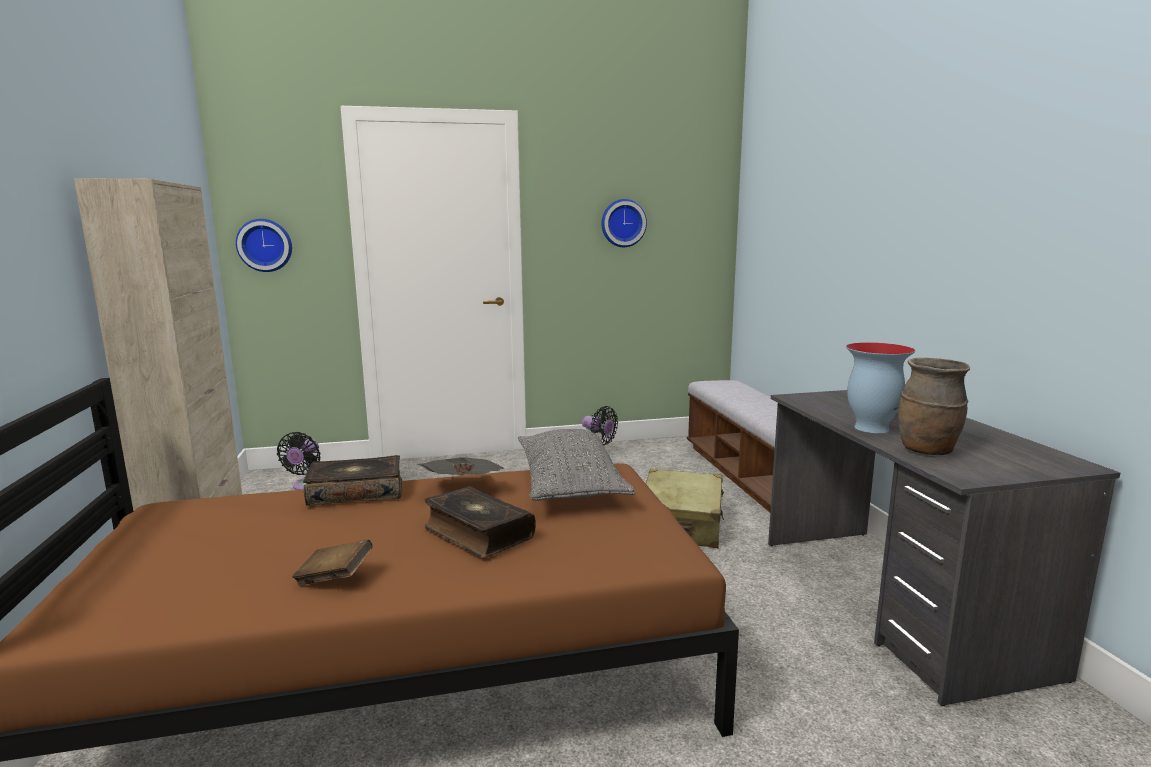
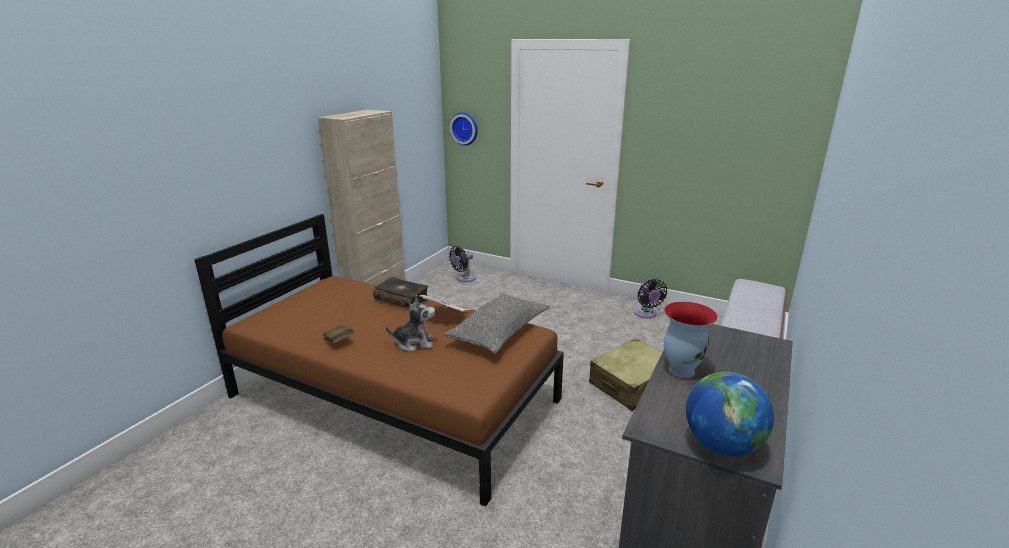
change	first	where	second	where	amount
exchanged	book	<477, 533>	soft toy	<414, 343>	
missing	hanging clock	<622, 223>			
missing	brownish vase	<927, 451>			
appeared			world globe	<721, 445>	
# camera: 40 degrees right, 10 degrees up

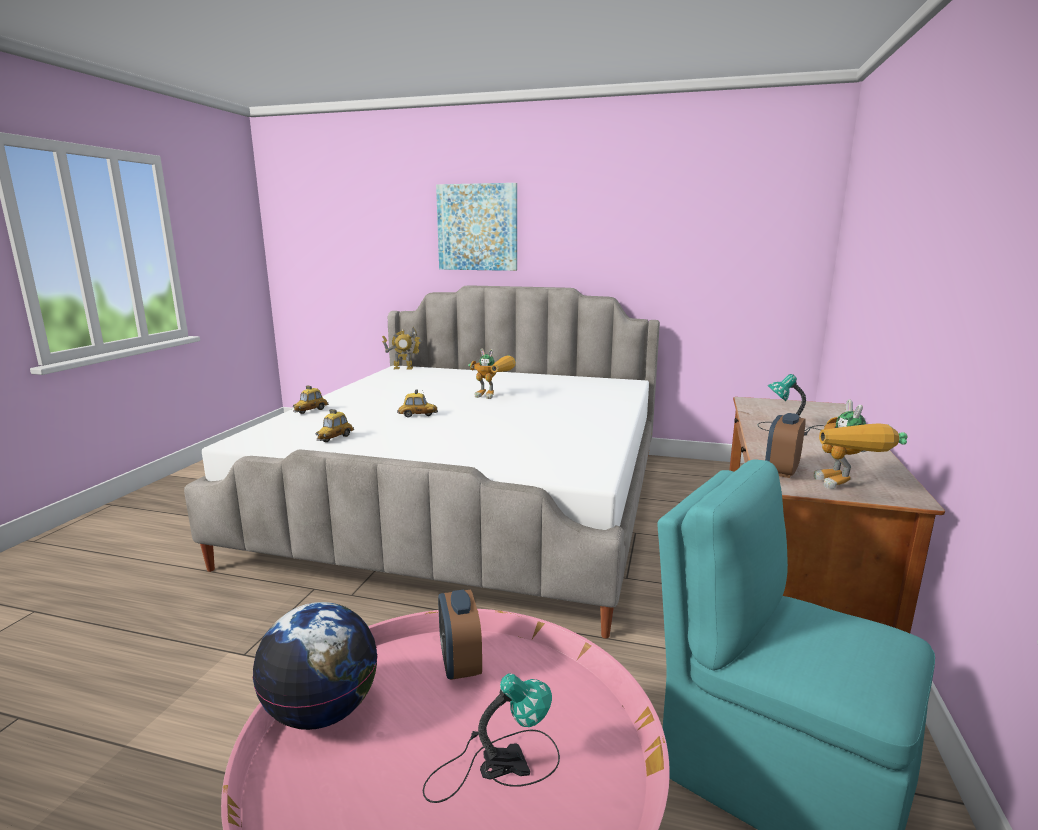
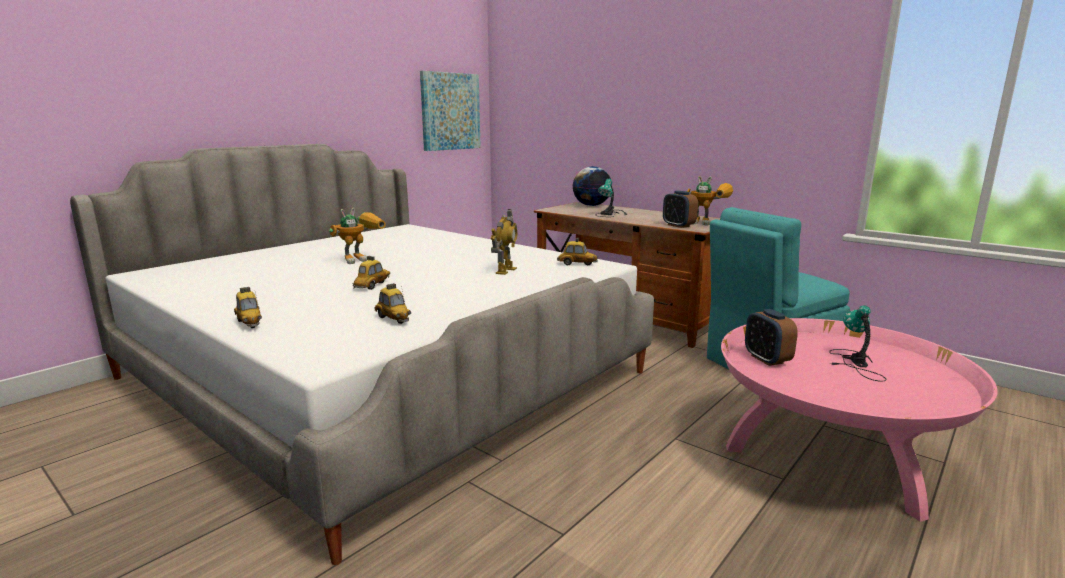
change	first	where	second	where	amount
relocated	world globe	<323, 711>		<591, 205>	
relocated	robot figure	<403, 368>		<505, 271>	
relocated	wall picture	<477, 227>		<450, 111>	
spun	alarm clock	<460, 664>		<767, 359>	60 degrees clockwise
appeared			toy car	<577, 264>	
# camera: 65 degrees left, 0 degrees up

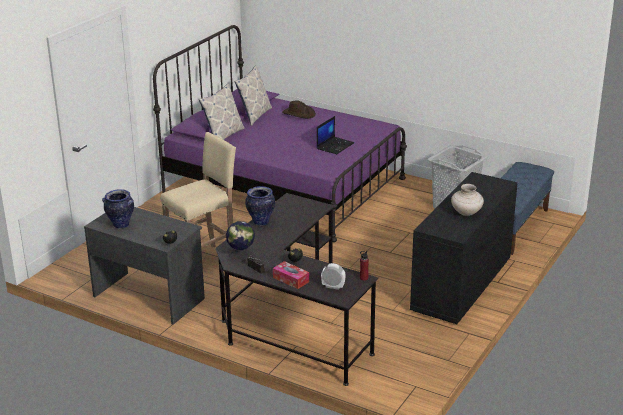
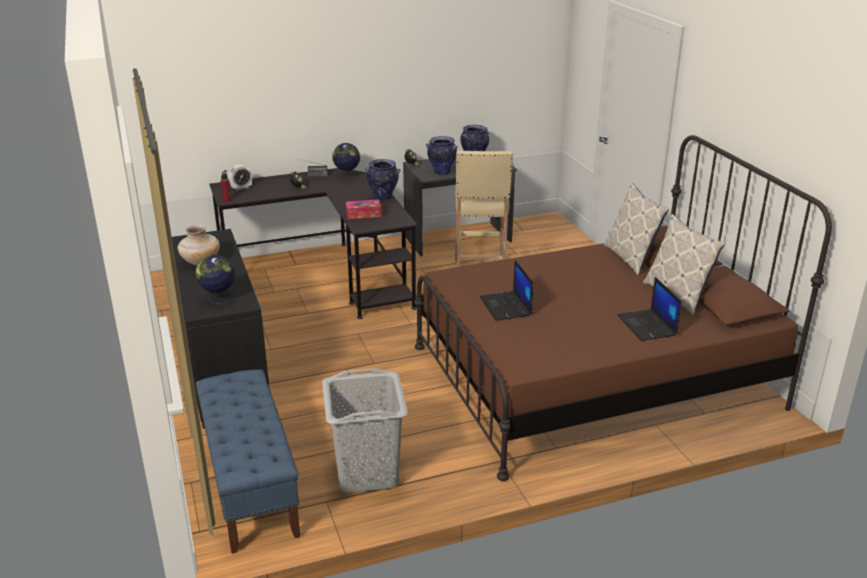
change	first	where	second	where	amount
colour	purplish sleeping bed	<284, 186>	brownish sleeping bed	<594, 377>	
relocated	tissue holder	<291, 279>		<363, 214>	
exchanged	brownish clothing hat	<299, 114>	notebook computer	<647, 326>	
appeared			world globe	<218, 300>	
appeared			vase	<441, 172>	
# camera: 130 degrees right, 0 degrees up

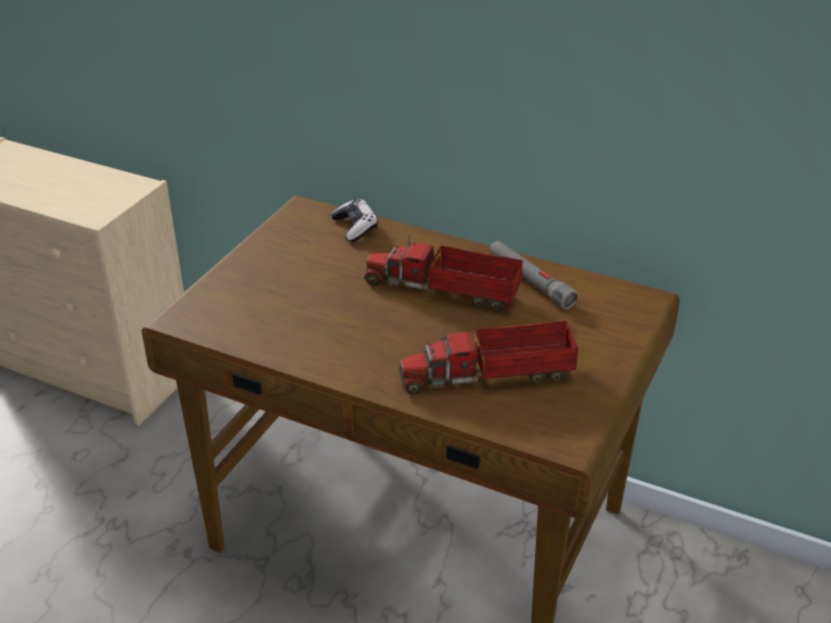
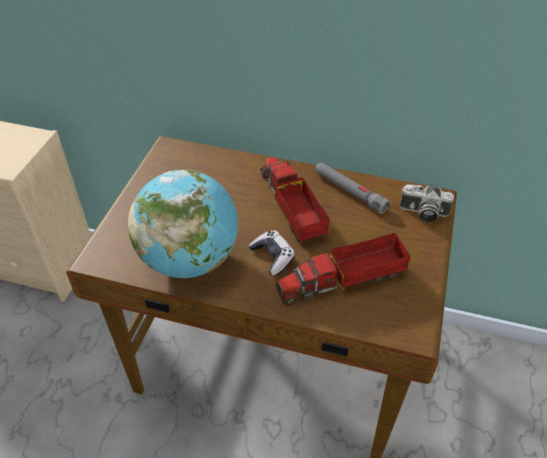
change	first	where	second	where	amount
relocated	game controller	<355, 227>		<273, 257>	
spun	toy truck	<446, 291>		<291, 208>	60 degrees clockwise
appeared			world globe	<190, 259>	
appeared			photo camera	<423, 213>	
# camera: 10 degrees left, 10 degrees up

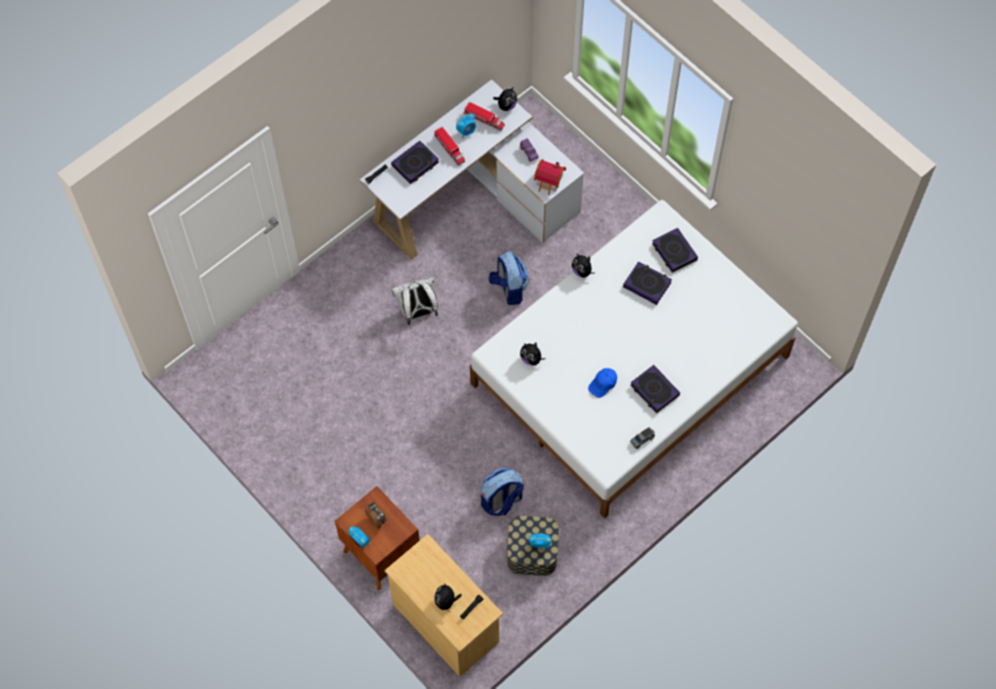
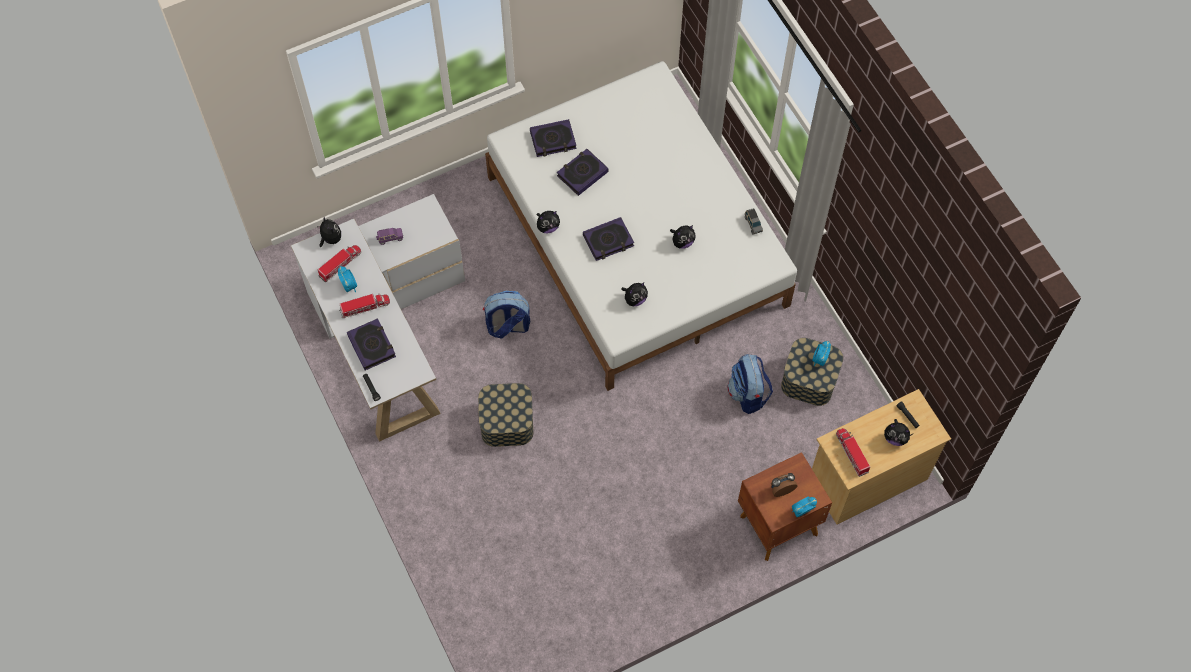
change	first	where	second	where	amount
exchanged	whitish rucksack	<417, 312>	storage bin	<507, 422>	
missing	toy house	<549, 182>			
exchanged	blue baseball cap	<603, 384>	soft toy	<682, 242>	
relocated	book	<654, 390>		<608, 241>	
appeared			toy truck	<851, 453>	
# camera: 75 degrees left, 0 degrees up

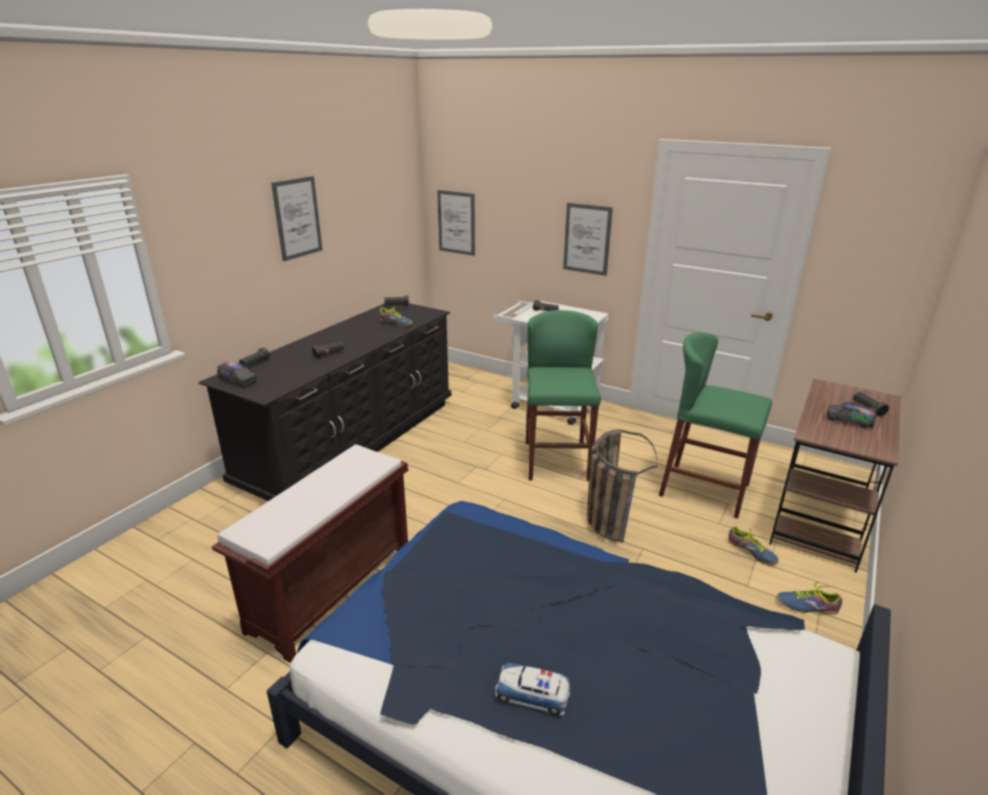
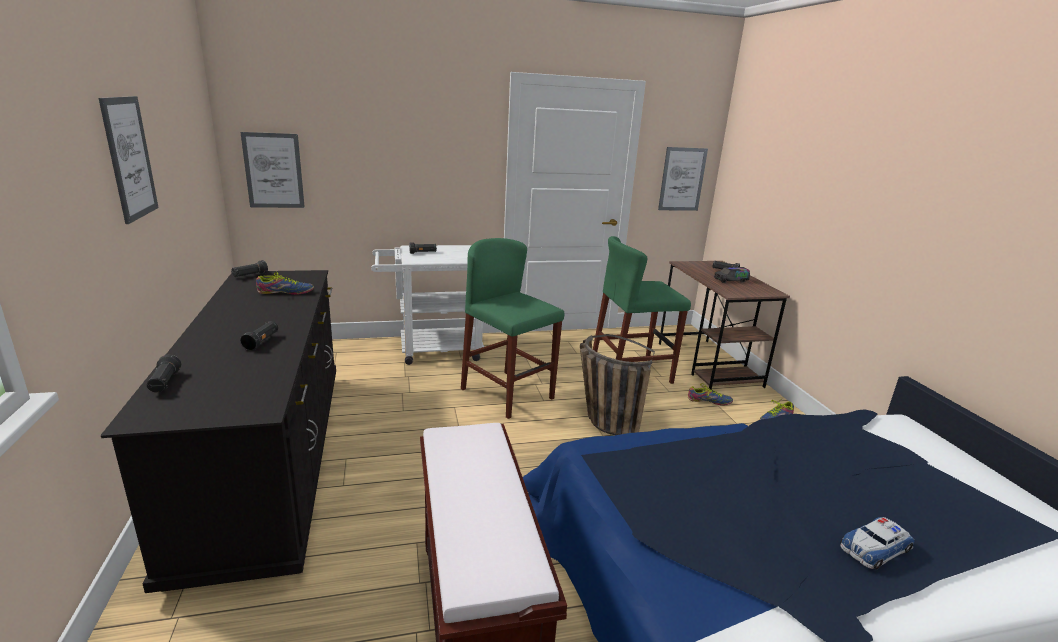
change	first	where	second	where	amount
missing	toy truck	<238, 381>			
relocated	wall picture	<587, 239>		<682, 179>	
# camera: 45 degrees left, 5 degrees down

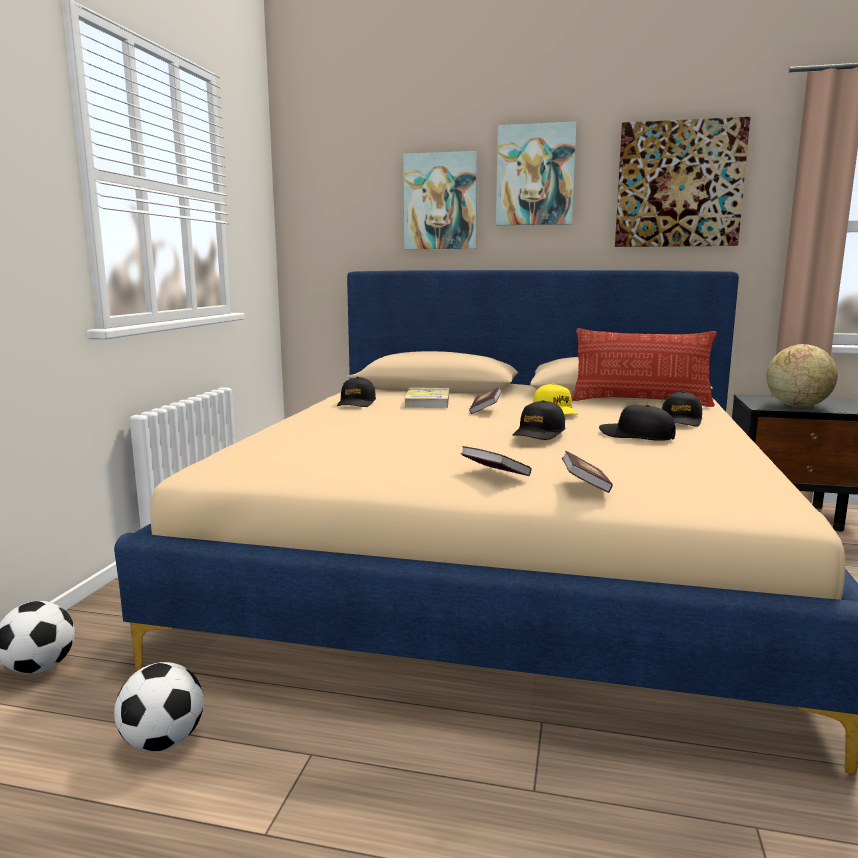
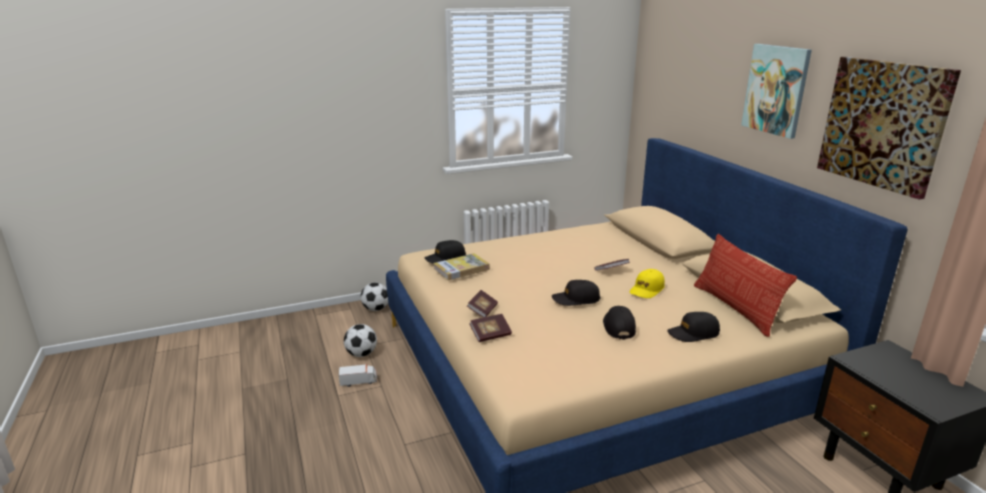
change	first	where	second	where	amount
relocated	black-coloured baseball cap	<356, 403>		<445, 258>	
missing	wall picture	<440, 201>			
relocated	book	<427, 401>		<461, 269>	
missing	world globe	<797, 406>			
appeared			toy truck	<359, 382>	
# camera: 55 degrees right, 10 degrees up

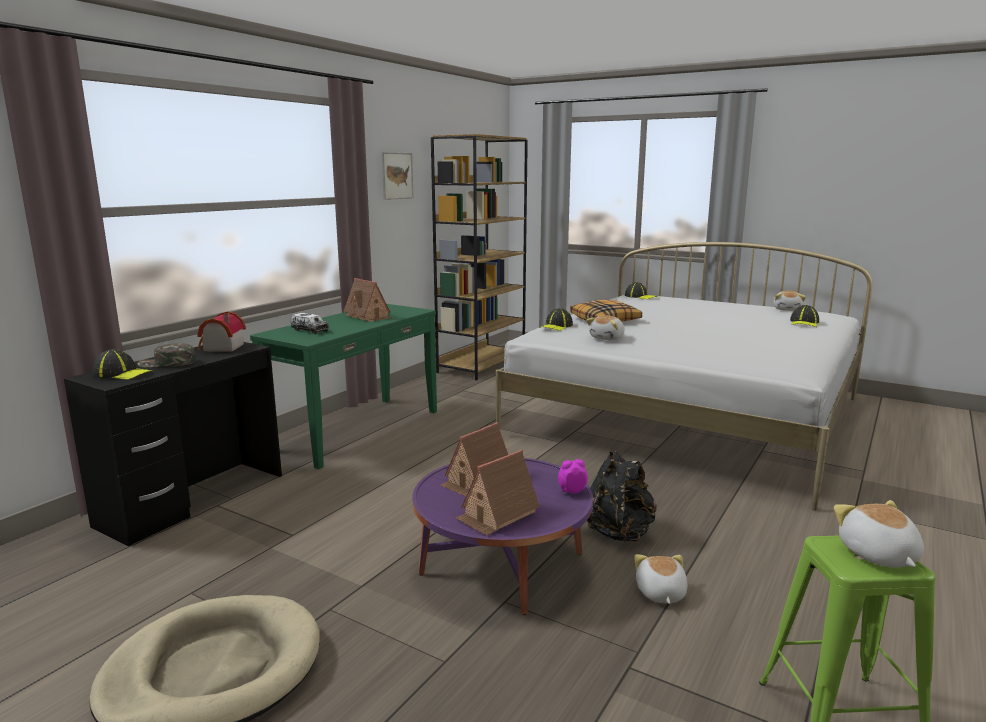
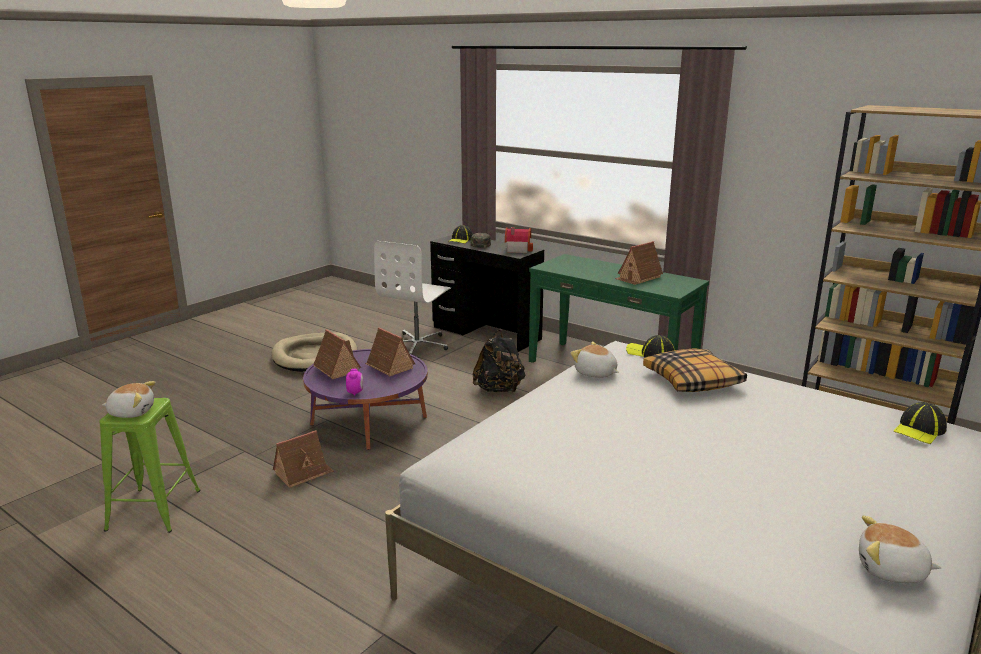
change	first	where	second	where	amount
missing	toy truck	<310, 330>			
missing	wall picture	<397, 176>			
relocated	black-coloured rucksack	<620, 532>		<499, 390>	
exchanged	soft toy	<660, 593>	toy house	<303, 473>	
missing	baseball cap	<804, 323>			
appeared			whitish computer chair	<417, 344>	
# camera: 95 degrees right, 5 degrees up

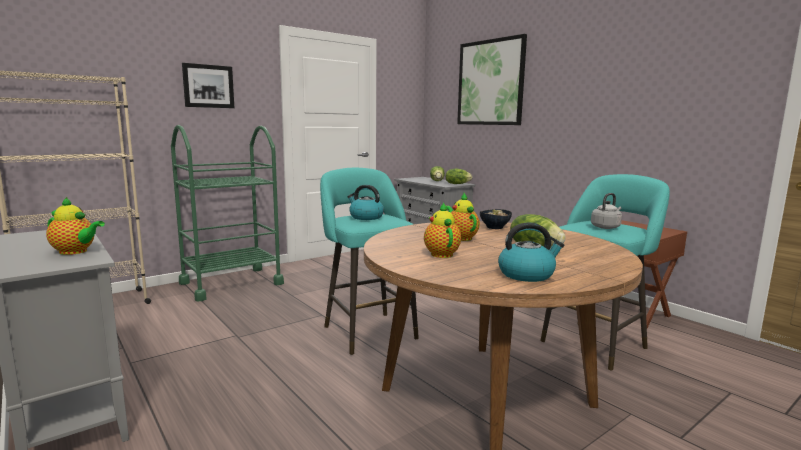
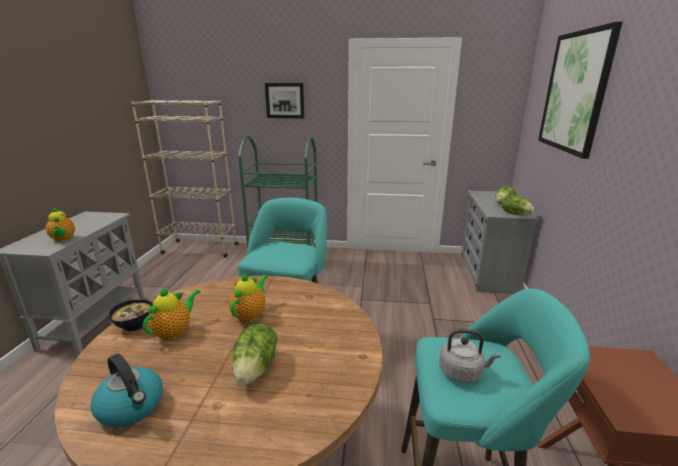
change	first	where	second	where	amount
missing	tea kettle	<365, 217>			
relocated	deep dish	<495, 227>		<135, 326>	
# camera: 45 degrees right, 10 degrees up

